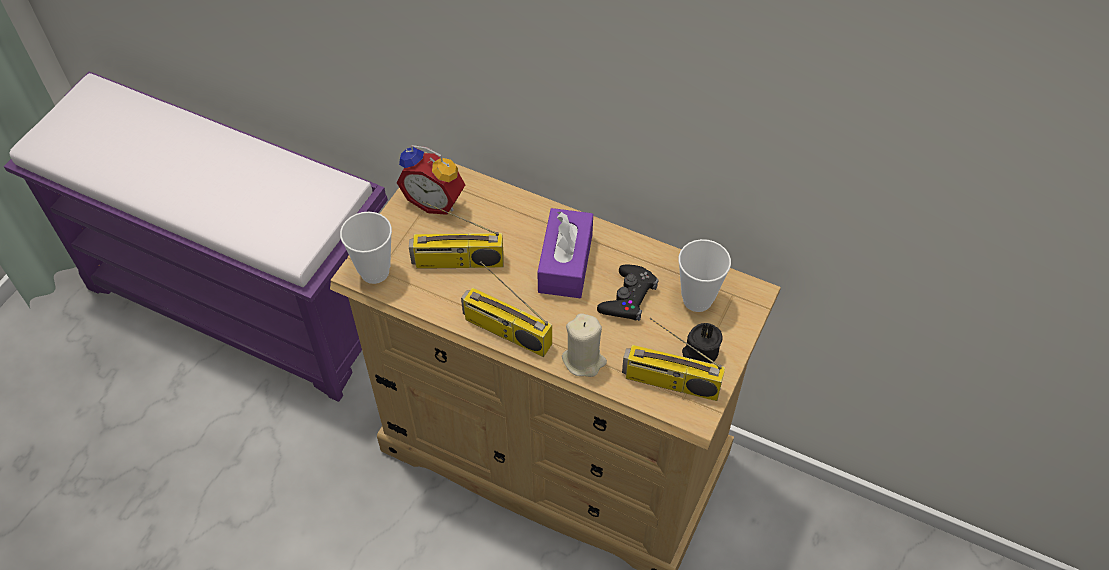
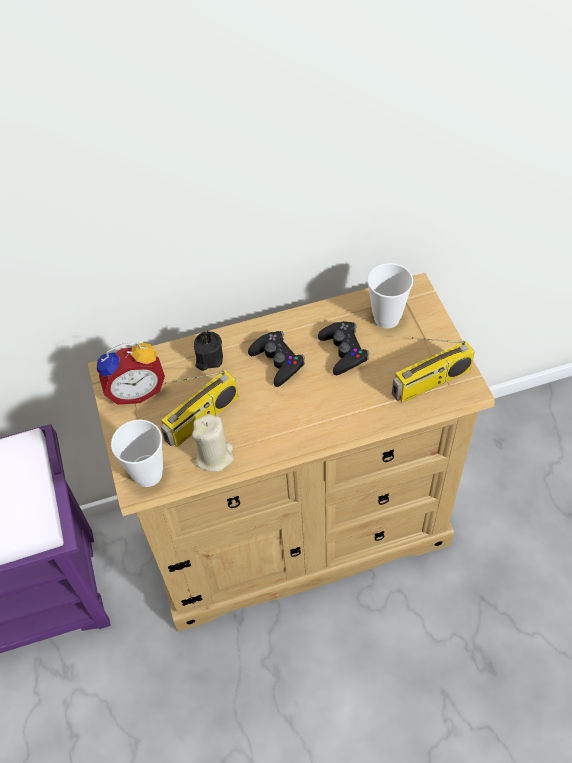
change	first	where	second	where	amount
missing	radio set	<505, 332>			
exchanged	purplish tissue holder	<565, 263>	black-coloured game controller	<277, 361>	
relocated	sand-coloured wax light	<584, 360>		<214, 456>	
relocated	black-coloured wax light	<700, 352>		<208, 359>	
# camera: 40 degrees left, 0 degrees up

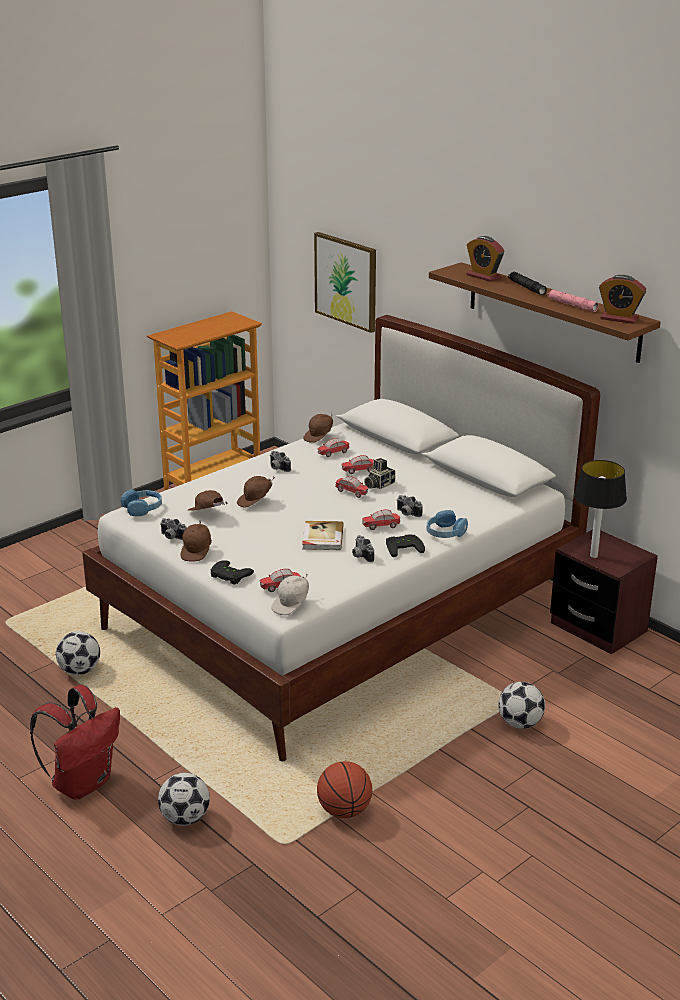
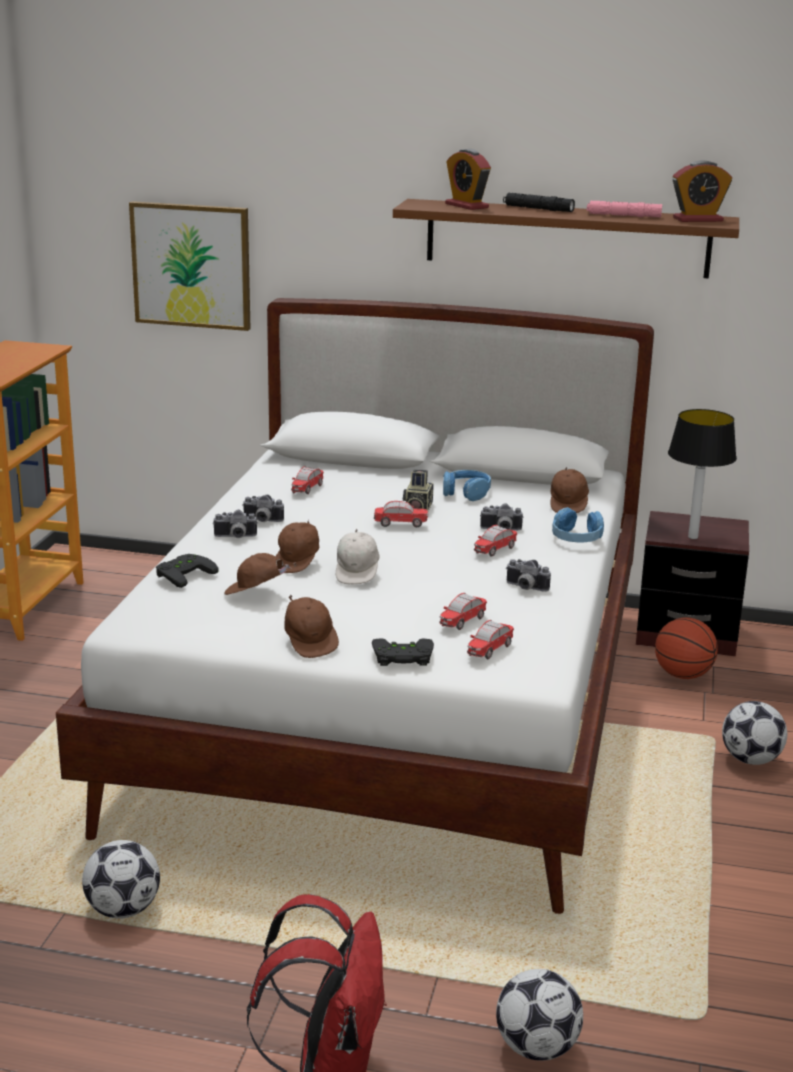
change	first	where	second	where	amount
relocated	blue headphones	<143, 508>		<466, 492>	
relocated	photo camera	<171, 537>		<235, 537>	
relocated	whitish baseball cap	<292, 605>		<357, 572>	
missing	book	<322, 538>			
relocated	brownish baseball cap	<319, 437>		<568, 505>	
relocated	basketball	<344, 811>		<683, 675>	
relocated	toy car	<359, 471>		<463, 622>	
relocated	black-coloured game controller	<403, 547>		<183, 573>	
spun	alarm clock	<483, 276>		<466, 206>	45 degrees clockwise
# camera: 35 degrees left, 5 degrees down

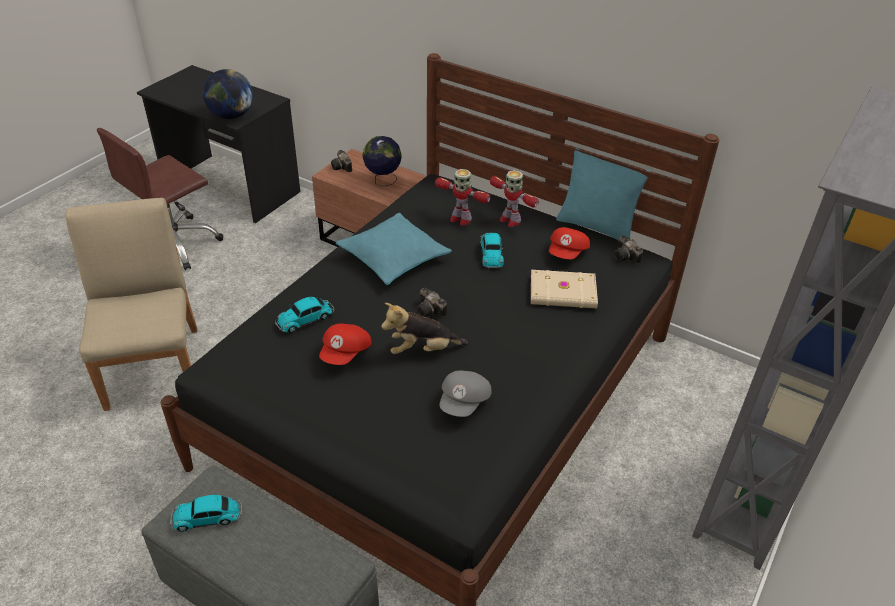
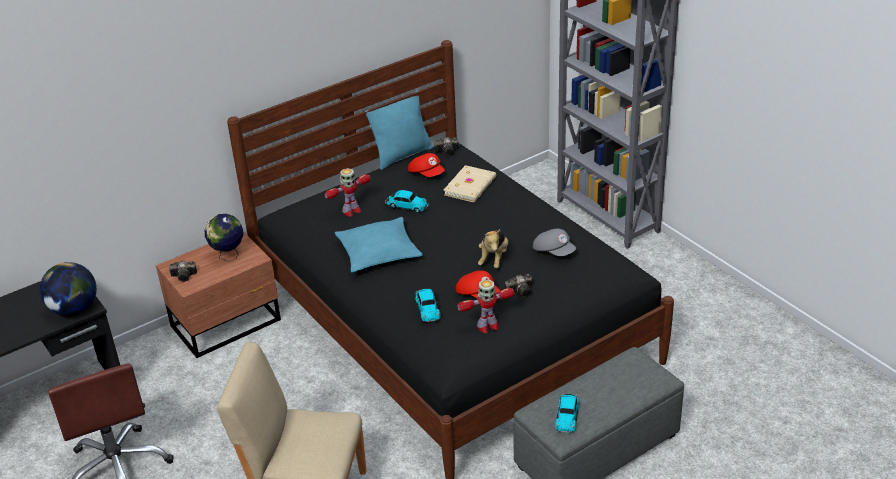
change	first	where	second	where	amount
relocated	photo camera	<431, 311>		<521, 291>	
relocated	robot figure	<510, 220>		<487, 326>	
# camera: 65 degrees left, 5 degrees down

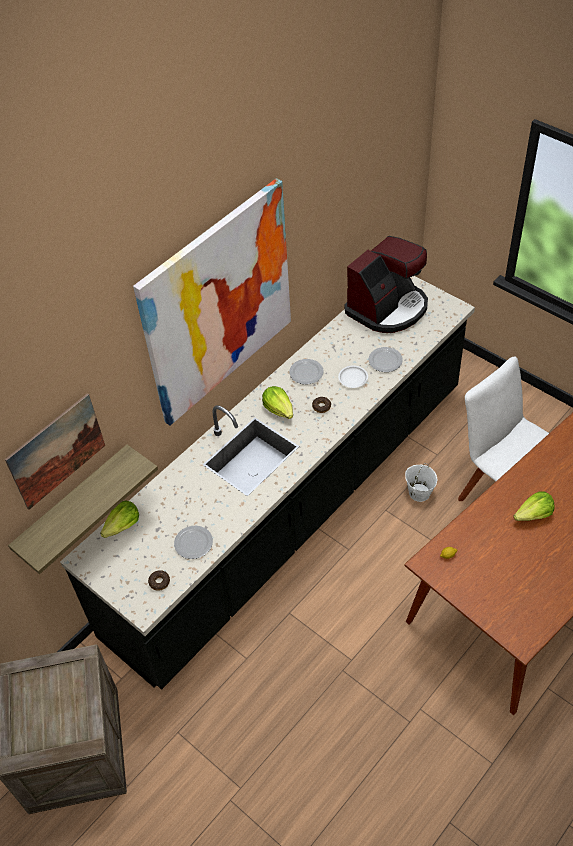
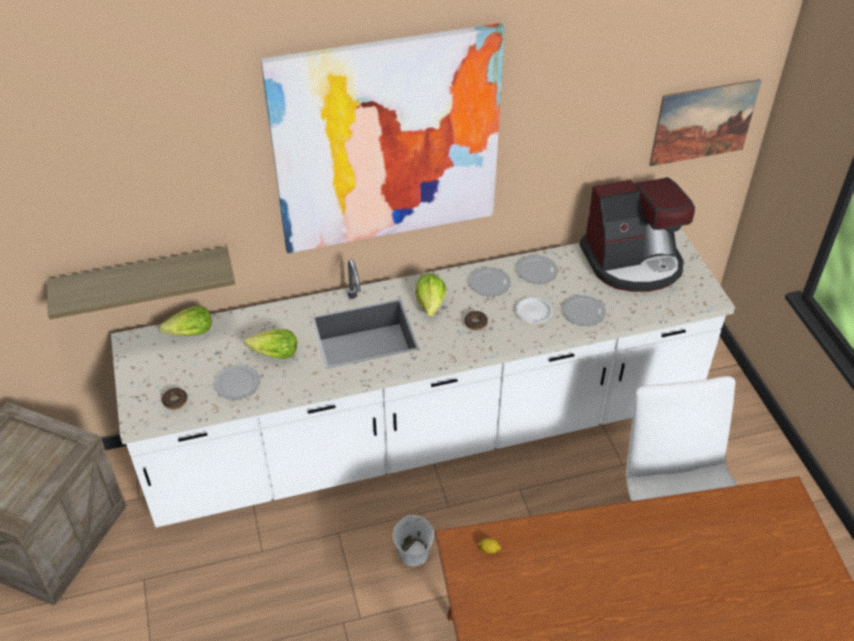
change	first	where	second	where	amount
relocated	wall picture	<57, 451>		<703, 122>	
colour	black-coloured kitchen base unit	<292, 507>	whitish kitchen base unit	<427, 433>	
relocated	whitish bucket	<419, 492>		<413, 553>	
relocated	lettuce head	<533, 515>		<274, 354>	
appeared			flat dish	<537, 270>	
# camera: 30 degrees right, 5 degrees down

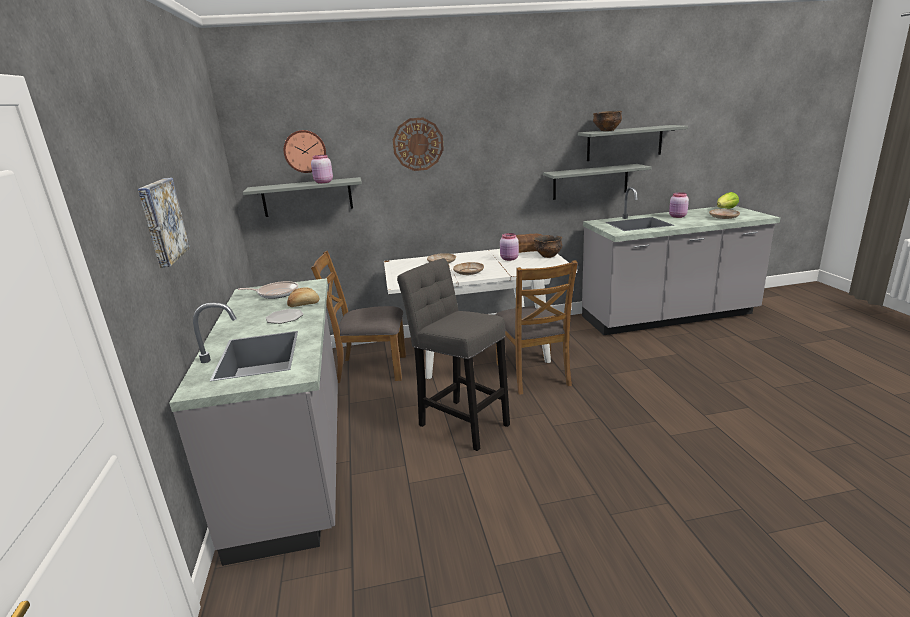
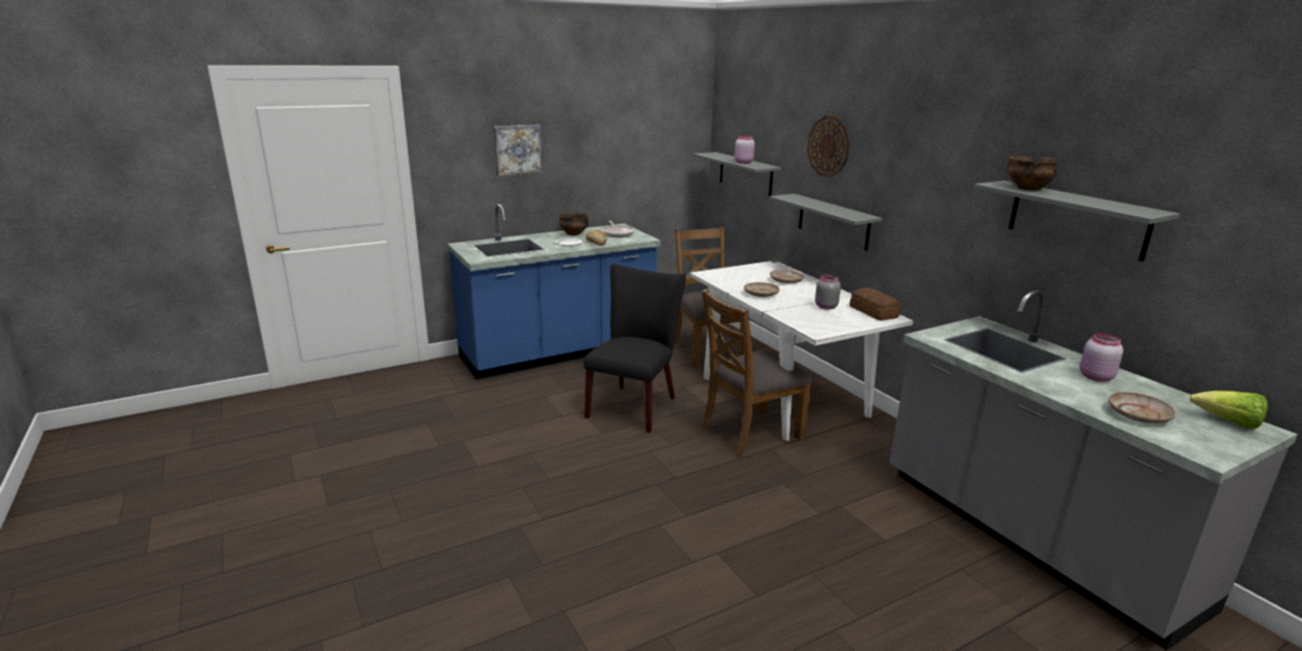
change	first	where	second	where	amount
colour	greyish kitchen base unit	<296, 461>	blue kitchen base unit	<559, 352>	
missing	hanging clock	<305, 151>			
exchanged	greyish stool	<461, 422>	black-coloured plain chair	<635, 405>	
colour	pinkish storage jar	<509, 259>	greyish storage jar	<825, 307>	
relocated	deep dish	<548, 256>		<573, 234>	
relocated	greyish bracket shelf	<590, 182>		<833, 221>	
# camera: 70 degrees right, 0 degrees up

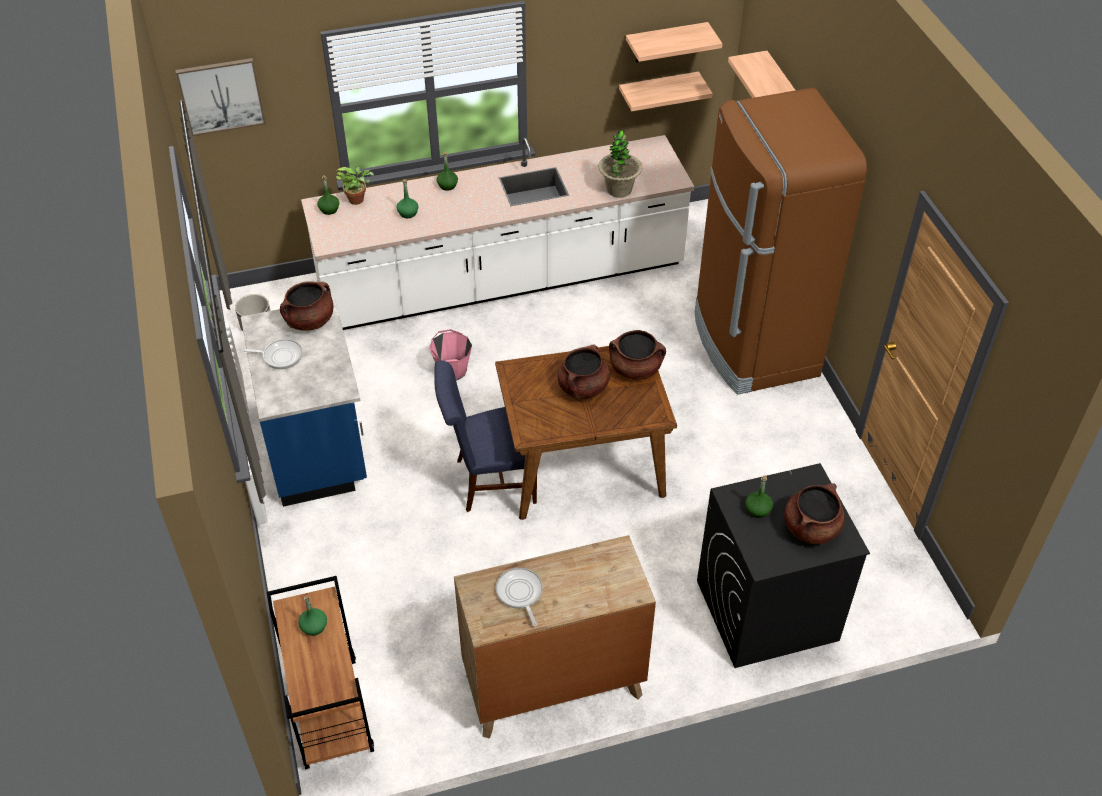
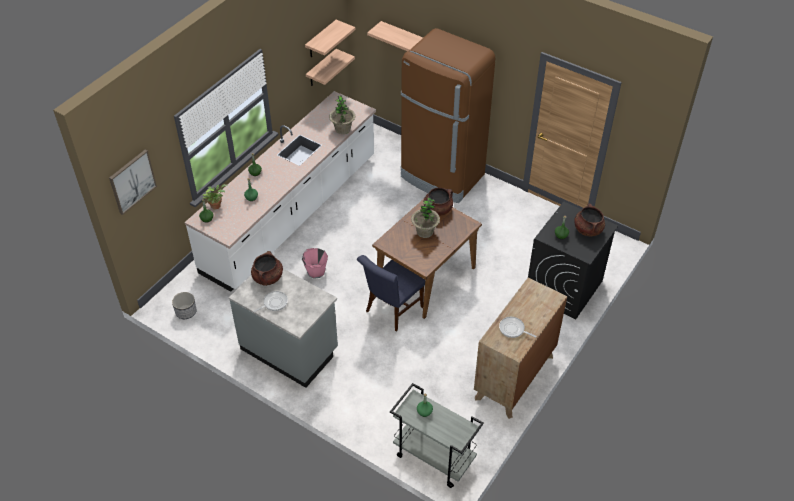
change	first	where	second	where	amount
colour	blue kitchen base unit	<317, 446>	greyish kitchen base unit	<290, 349>	
colour	brownish cart	<329, 711>	greyish cart	<433, 457>	
exchanged	brownish cooking pot	<583, 388>	plant in a pot	<425, 232>	
# camera: 40 degrees left, 0 degrees up

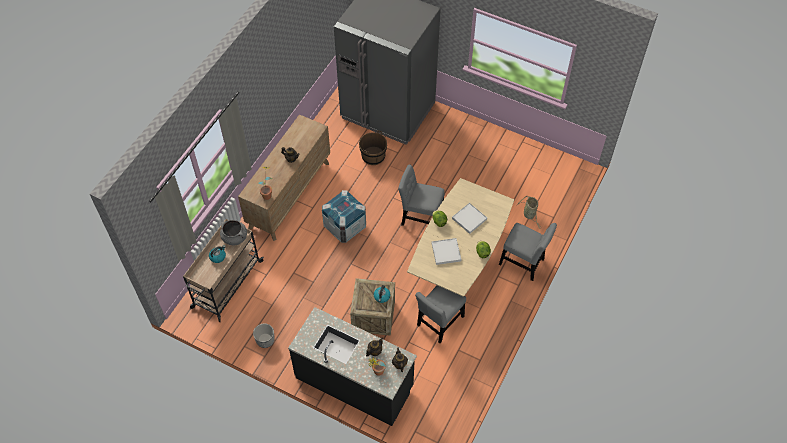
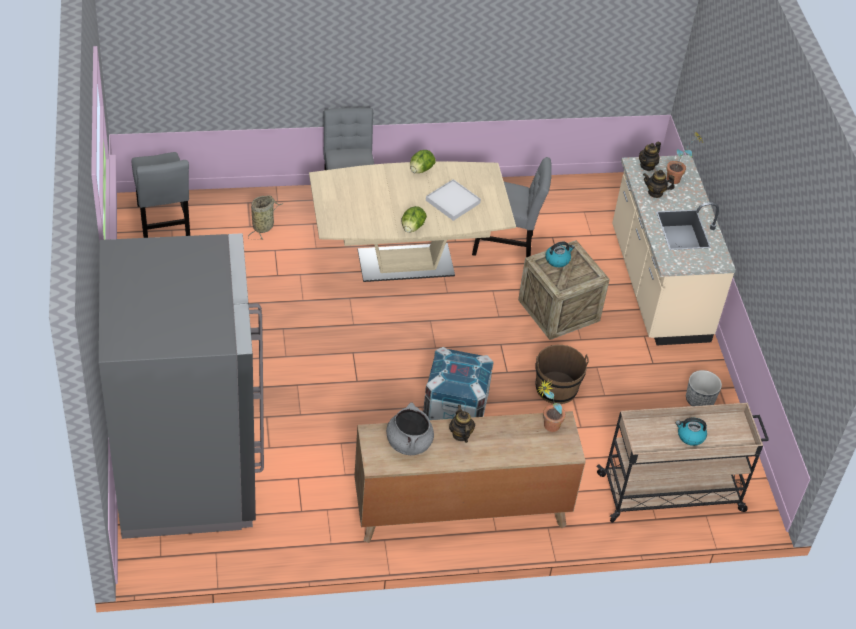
change	first	where	second	where	amount
relocated	greyish cooking pot	<235, 237>		<408, 443>	
colour	black-coloured kitchen base unit	<354, 381>	sand-coloured kitchen base unit	<657, 285>	
relocated	brownish bucket	<373, 156>		<556, 388>	
relocated	greyish plain chair	<420, 218>		<163, 224>	
missing	whitish tray	<469, 219>			
# camera: 130 degrees left, 10 degrees down

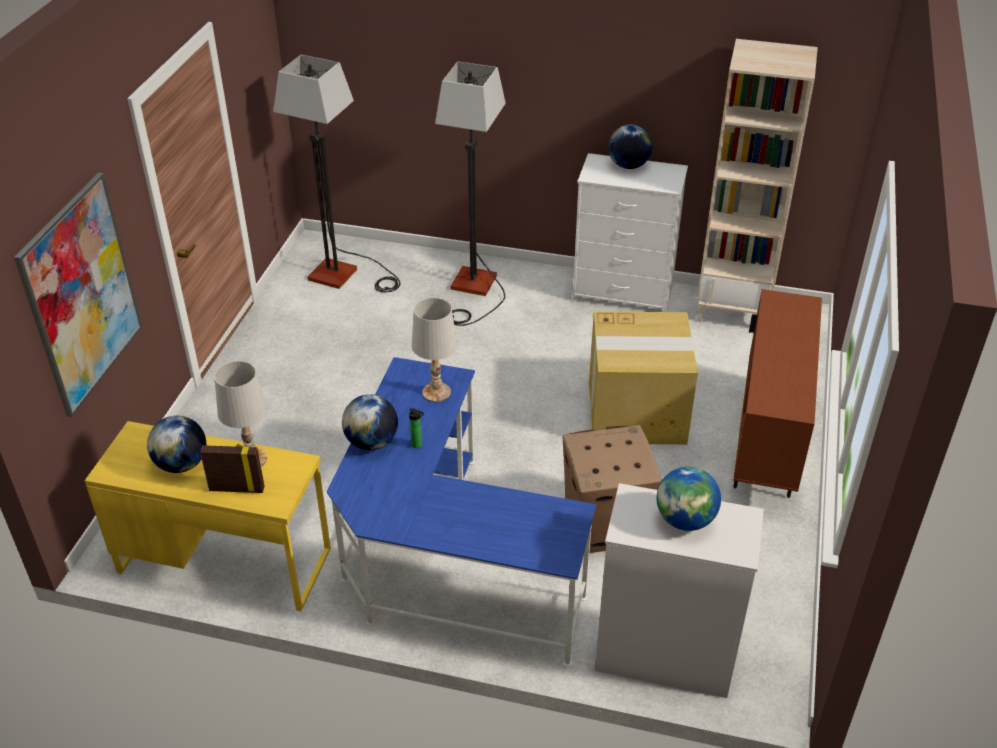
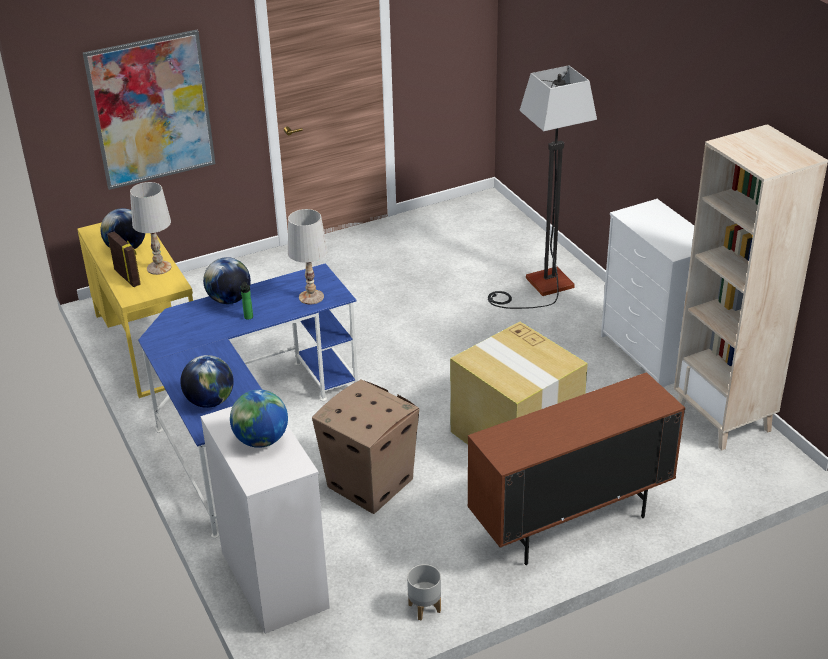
change	first	where	second	where	amount
missing	standing lamp	<346, 275>			
relocated	world globe	<628, 166>		<210, 401>	
appeared			greyish planter	<425, 608>	
# camera: 50 degrees right, 5 degrees down

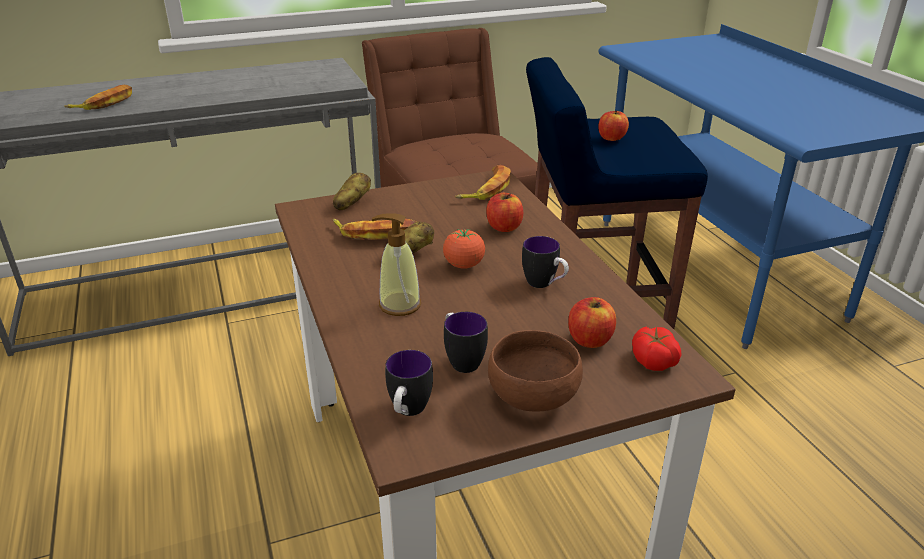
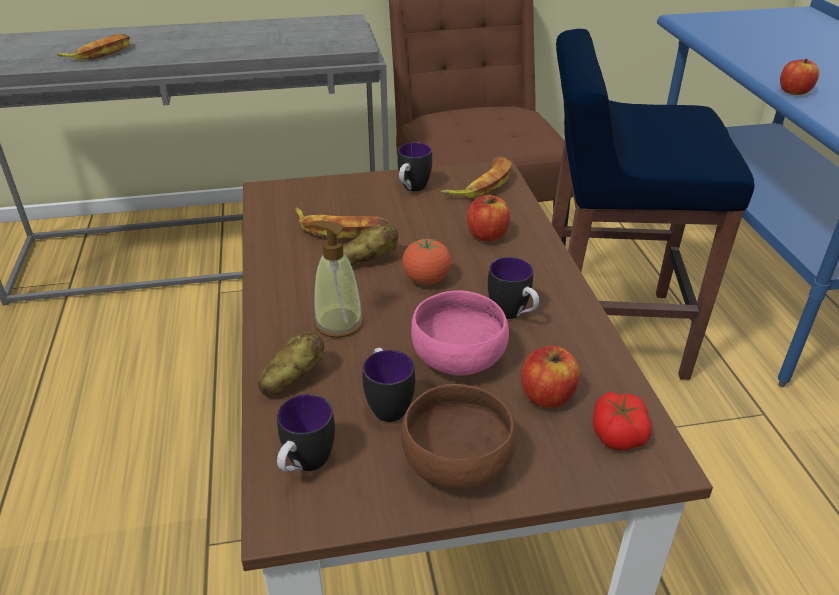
change	first	where	second	where	amount
relocated	whole potato	<352, 204>		<292, 379>	
relocated	whole apple	<611, 138>		<794, 92>	
appeared			coffee mug	<412, 189>	
appeared			pinkish deep dish	<459, 358>	
# camera: 10 degrees right, 5 degrees up

